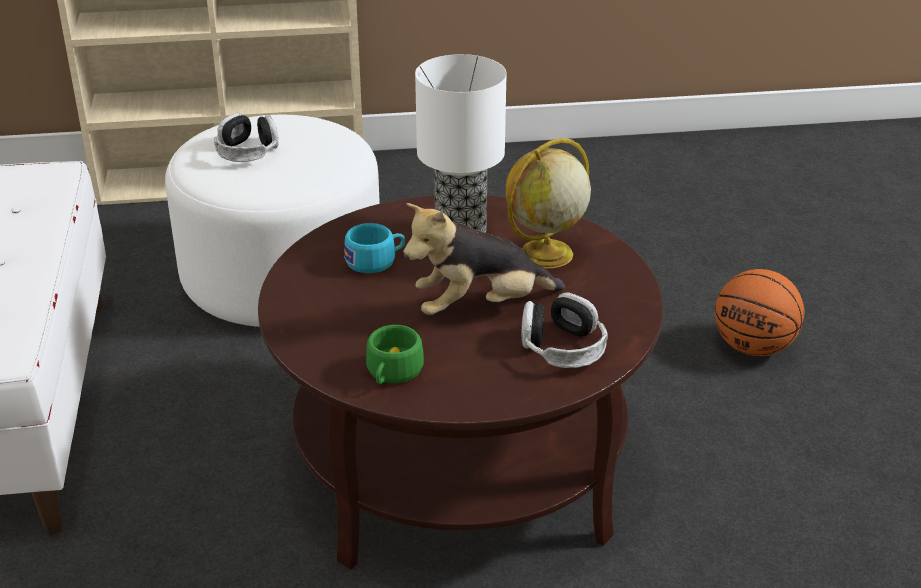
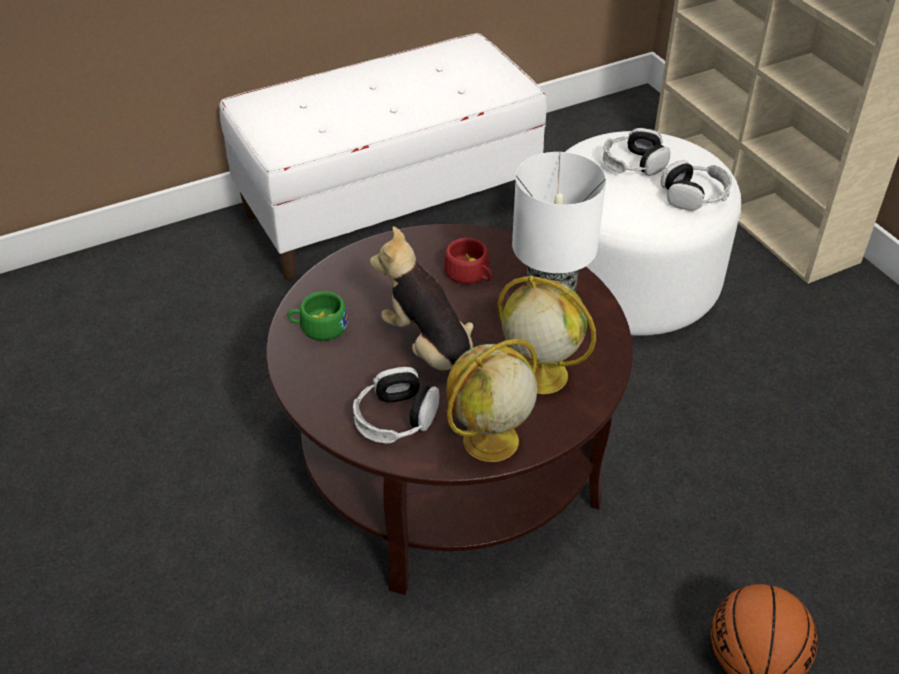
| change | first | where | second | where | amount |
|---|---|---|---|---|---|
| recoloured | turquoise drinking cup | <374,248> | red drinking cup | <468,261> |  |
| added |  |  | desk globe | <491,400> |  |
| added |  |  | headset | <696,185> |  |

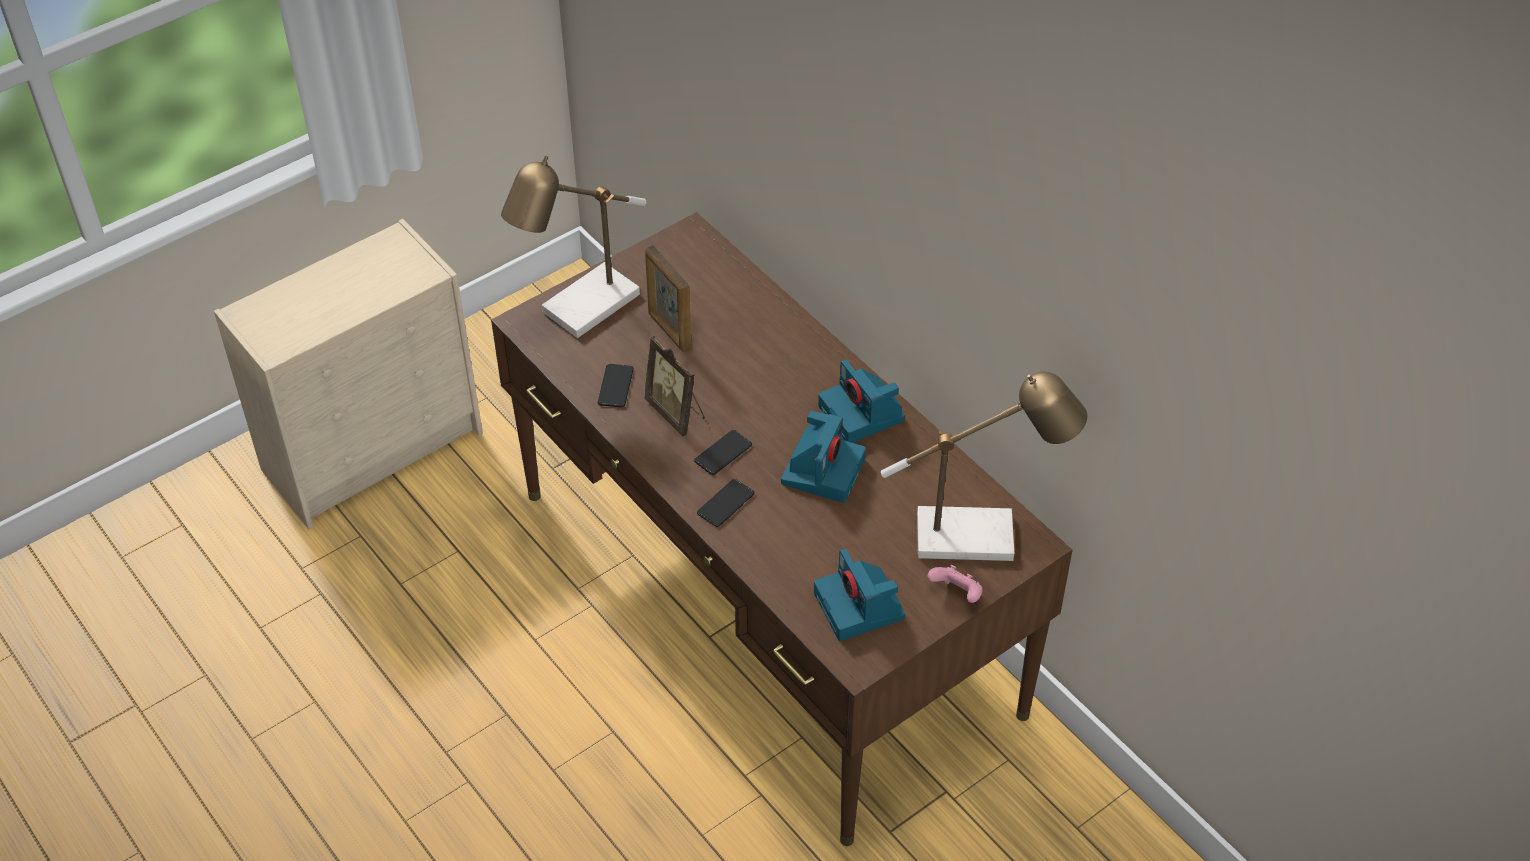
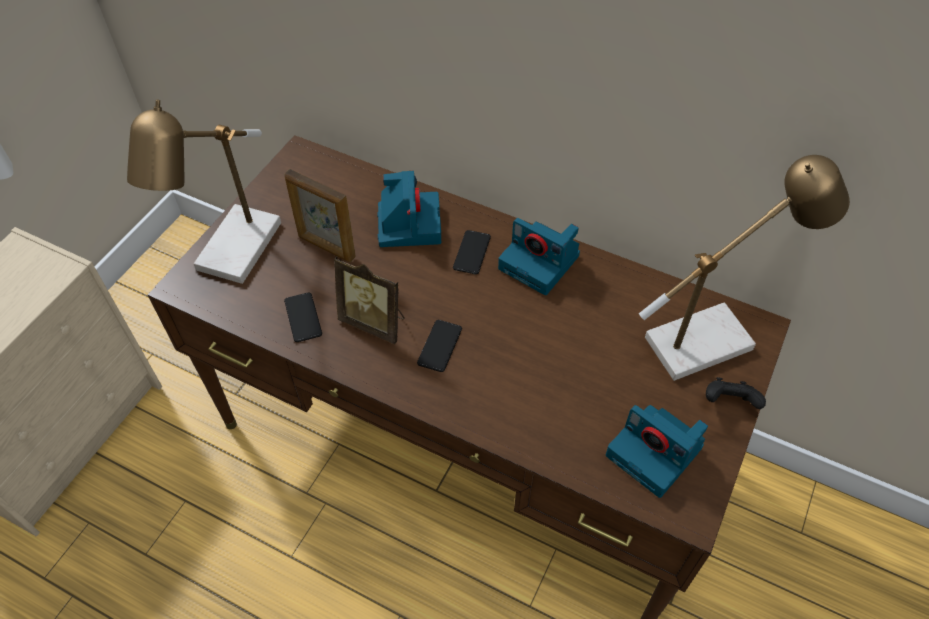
| change | first | where | second | where | amount |
|---|---|---|---|---|---|
| moved | photo camera | <823,457> |  | <409,209> |  |
| moved | phone | <726,503> |  | <472,252> |  |
| recoloured | pinkish game controller | <954,584> | black-coloured game controller | <736,393> |  |

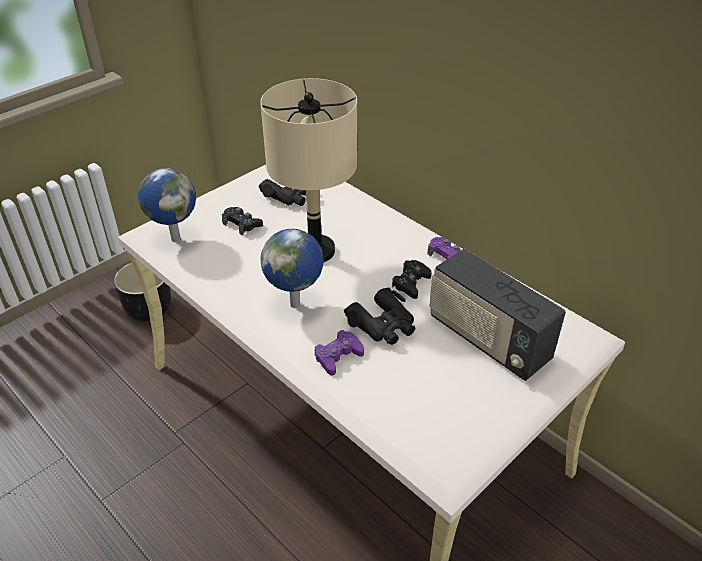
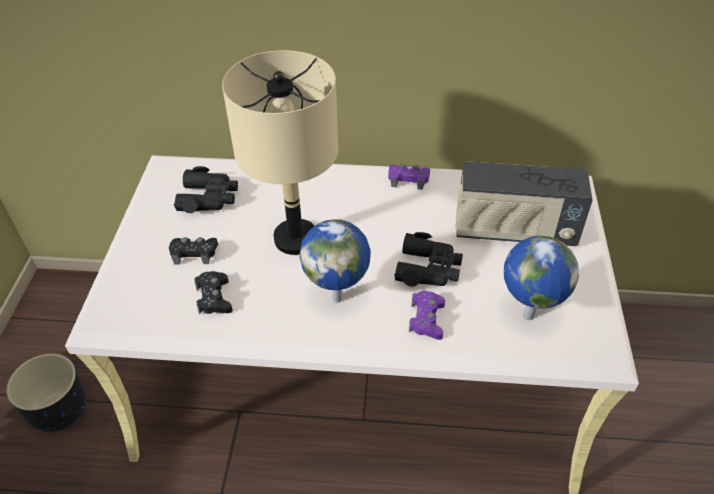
| change | first | where | second | where | amount |
|---|---|---|---|---|---|
| moved | black-coloured game controller | <412,279> |  | <213,292> |  |
| moved | desk globe | <167,205> |  | <541,277> |  |

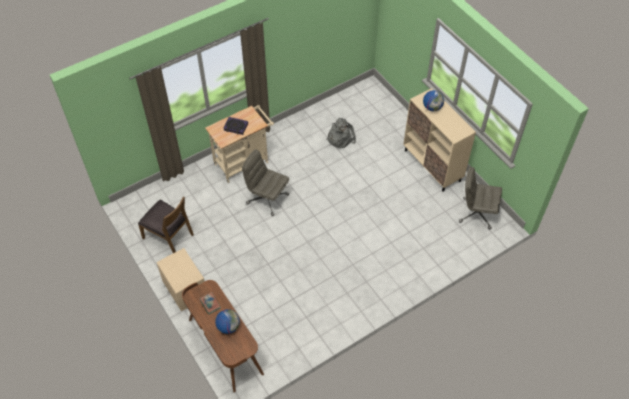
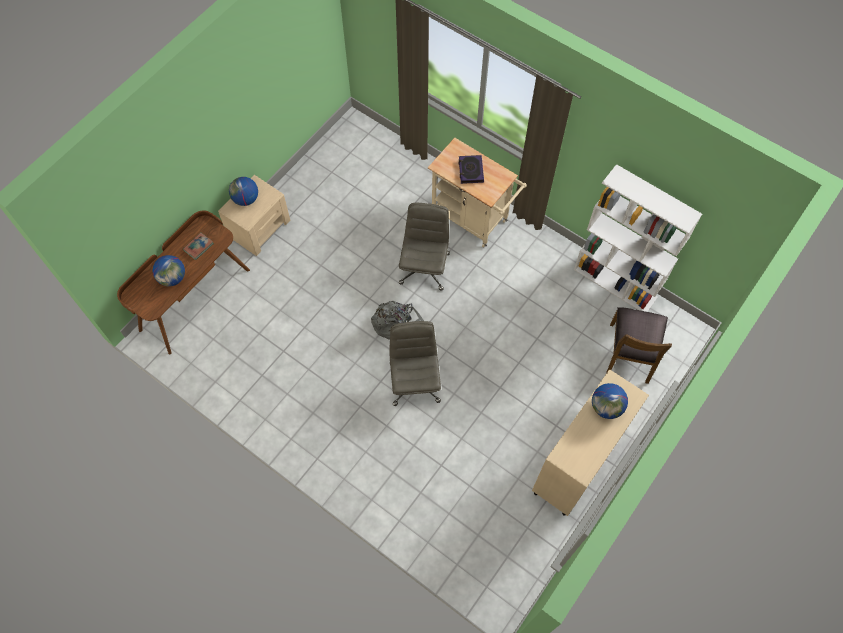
| change | first | where | second | where | amount |
|---|---|---|---|---|---|
| added |  |  | desk globe | <243,191> |  |
| moved | gray backpack | <341,133> |  | <397,320> |  |
| moved | gray desk chair | <480,197> |  | <415,363> |  |
| added |  |  | white-coloured bookshelf | <638,238> |  |
| moved | brown-coloured plain chair | <166,224> |  | <639,345> |  |

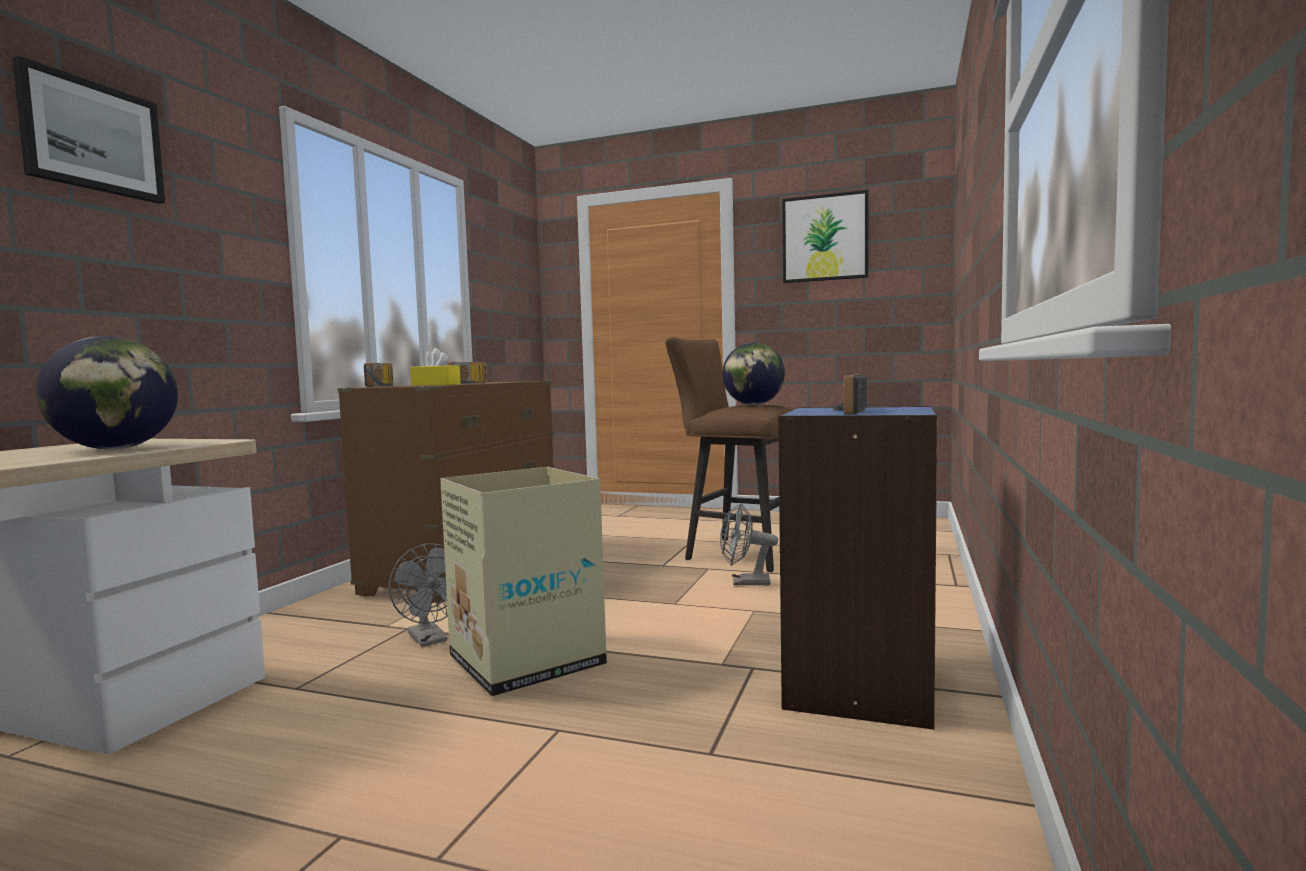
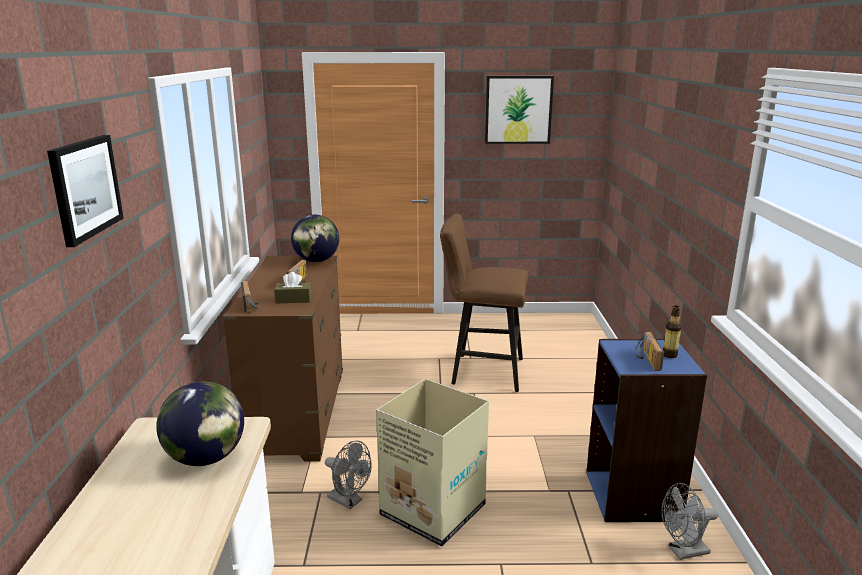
| change | first | where | second | where | amount |
|---|---|---|---|---|---|
| recoloured | yellowish tissue box | <435,367> | brown-coloured tissue box | <292,287> |  |
| moved | desk globe | <753,374> |  | <315,238> |  |
| moved | gray cooling fan | <749,544> |  | <689,521> |  |
| added |  |  | drink bottle | <672,332> |  |

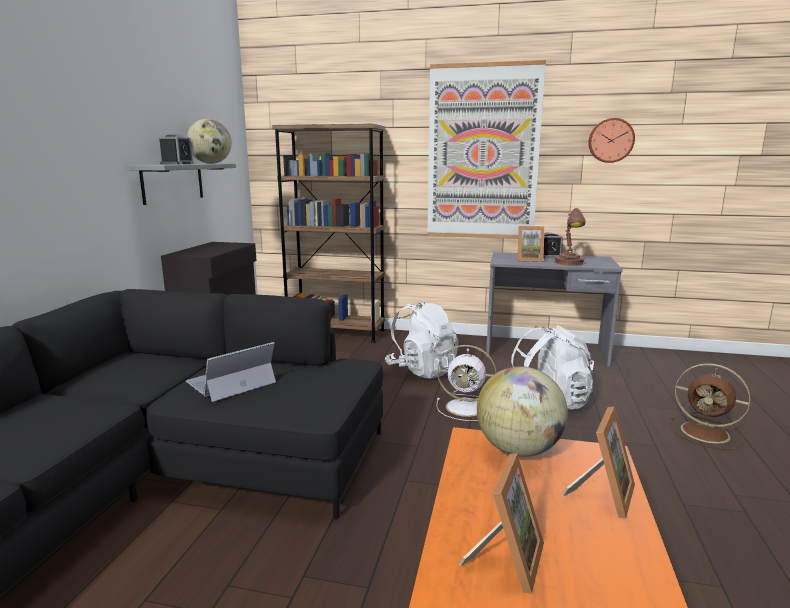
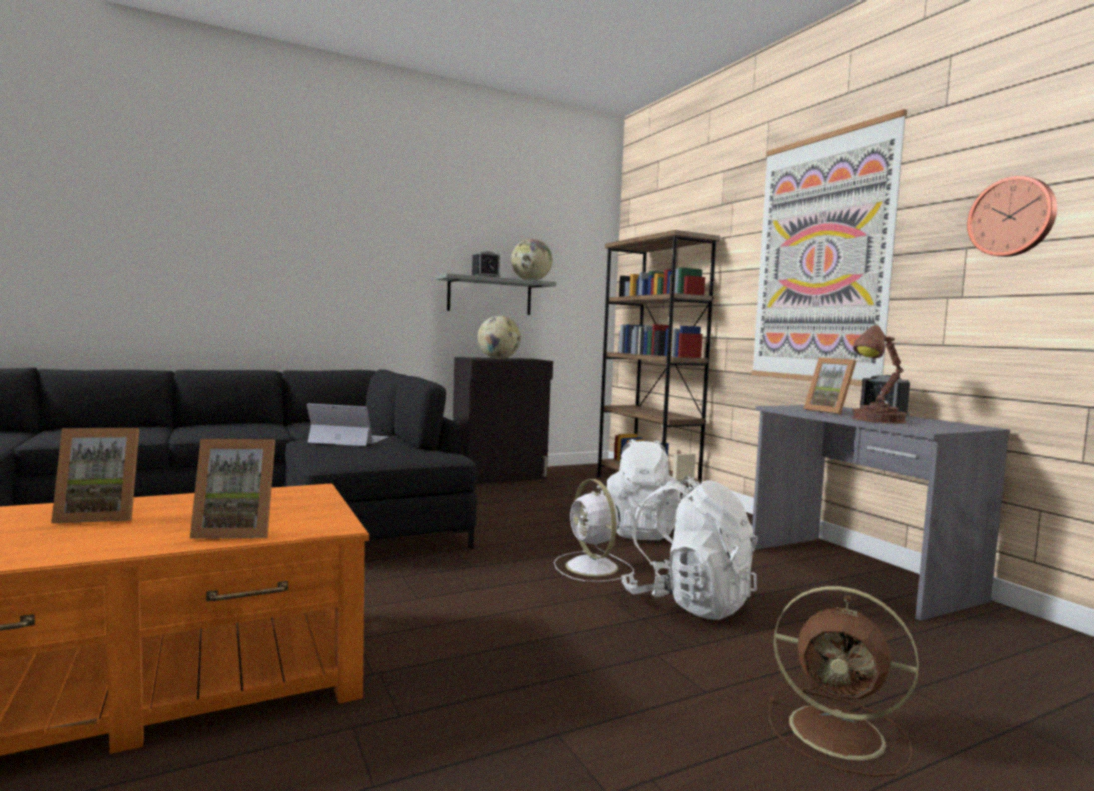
| change | first | where | second | where | amount |
|---|---|---|---|---|---|
| moved | desk globe | <522,411> |  | <499,337> |  |
| turned | brown-coloured cooling fan | <710,406> |  | <843,681> | 60 degrees counterclockwise |

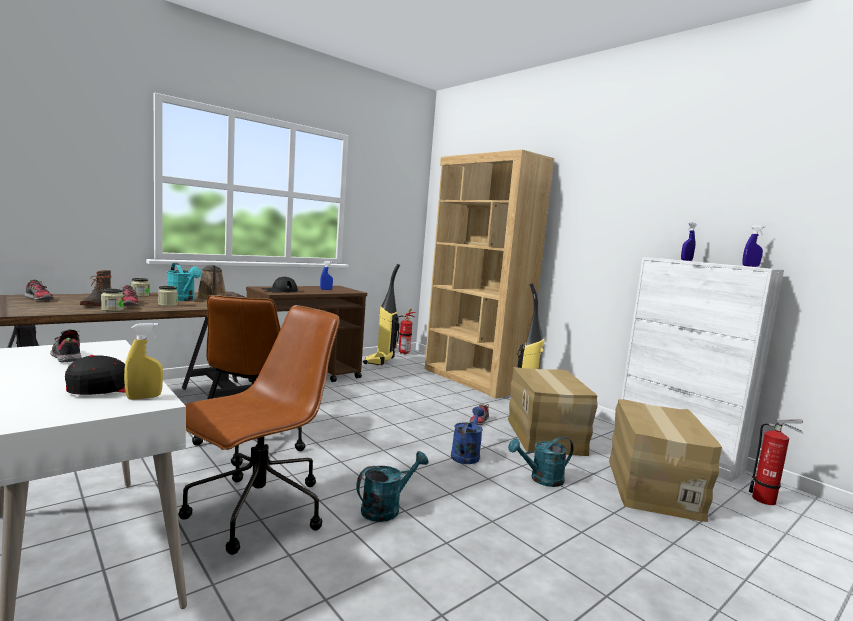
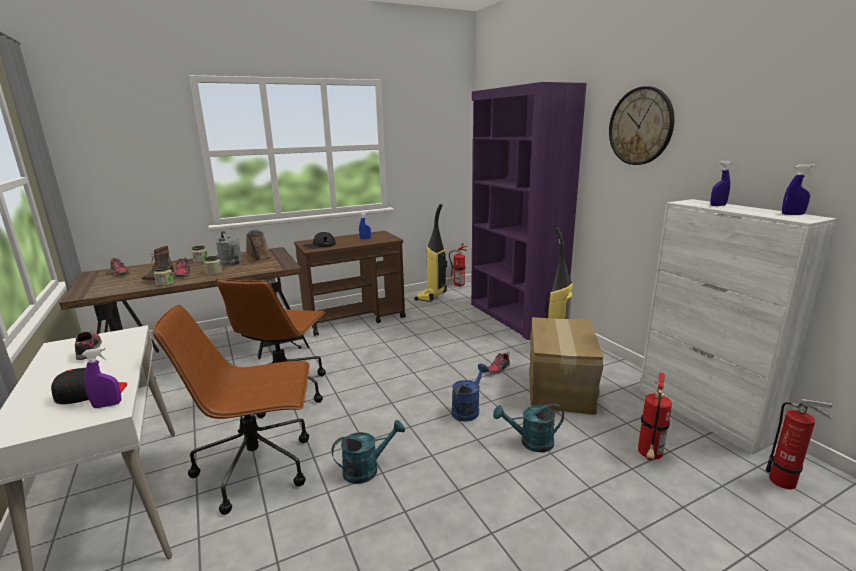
| change | first | where | second | where | amount |
|---|---|---|---|---|---|
| recoloured | yellowish hand sprayer | <143,361> | purplish hand sprayer | <101,378> |  |
| turned | brown-coloured desk chair | <259,430> |  | <231,410> | 150 degrees counterclockwise |
| recoloured | turquoise watering can | <184,282> | gray watering can | <229,248> |  |
| recoloured | brown-coloured bookshelf | <489,274> | purplish bookshelf | <529,211> |  |
| added |  |  | hanging clock | <642,125> |  |
| replaced | cardboard box | <665,460> | fire-fighting cylinder | <655,416> |  |

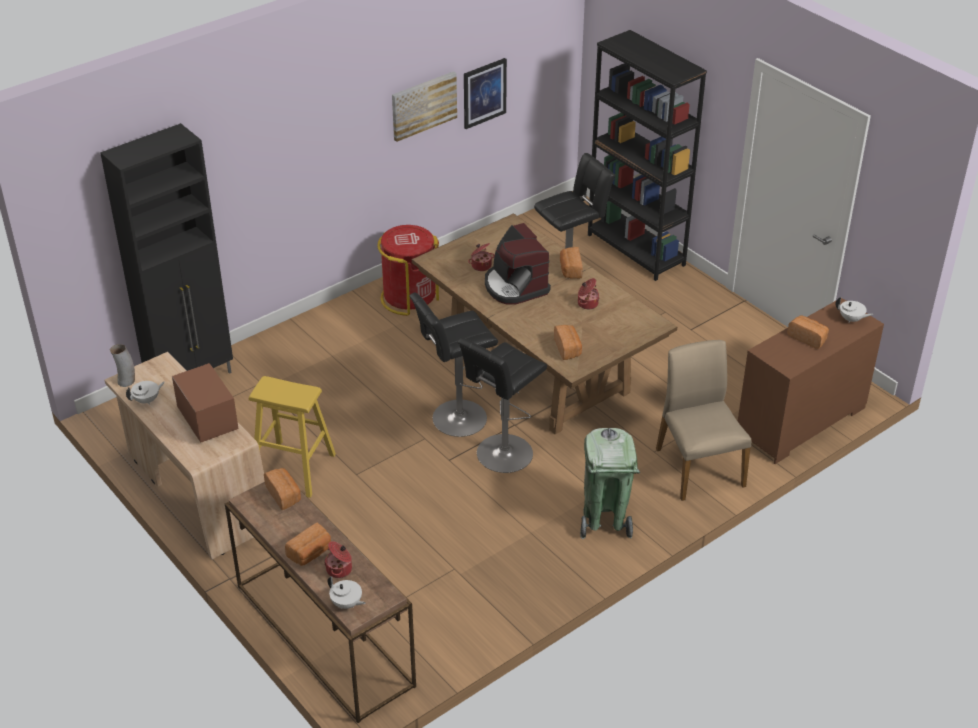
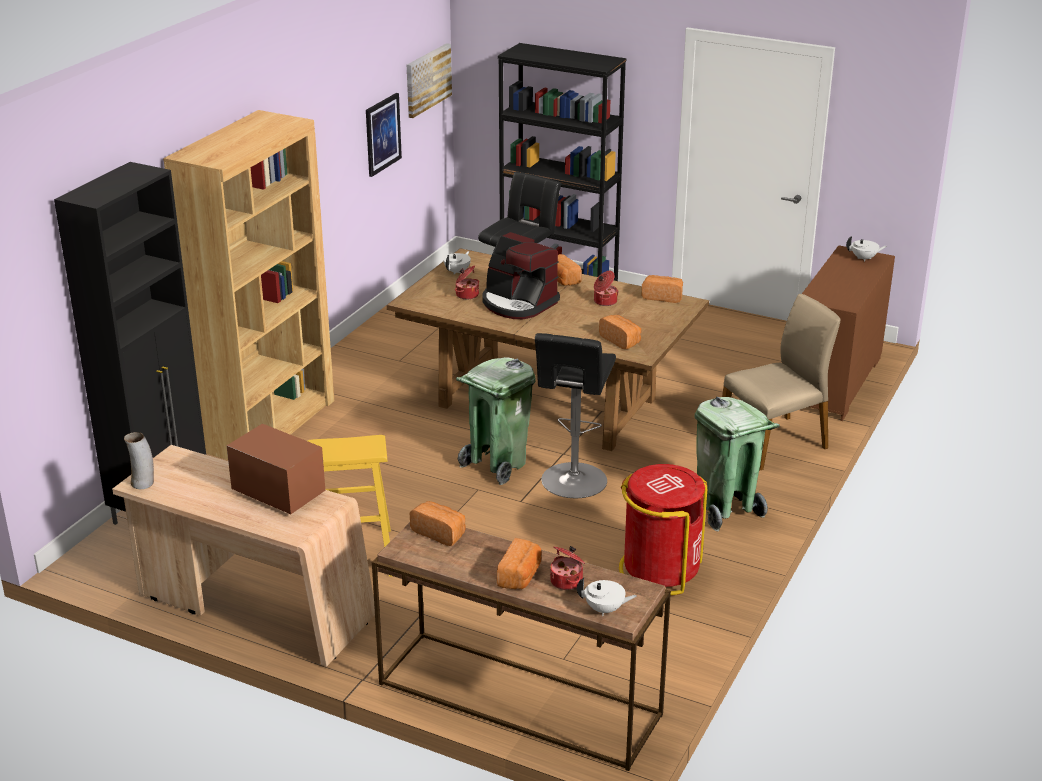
| change | first | where | second | where | amount |
|---|---|---|---|---|---|
| added |  |  | brown-coloured bookshelf | <248,285> |  |
| moved | wall picture | <424,106> |  | <429,80> |  |
| moved | white-coloured teapot | <145,393> |  | <457,262> |  |
| replaced | black-coloured sitting stool | <454,364> | greenish trash can | <496,421> |  |
| moved | red trash can | <408,270> |  | <663,530> |  |
| moved | bread | <808,332> |  | <662,289> |  |
| turned | beige-coloured plain chair | <704,420> |  | <781,382> | 105 degrees clockwise |

